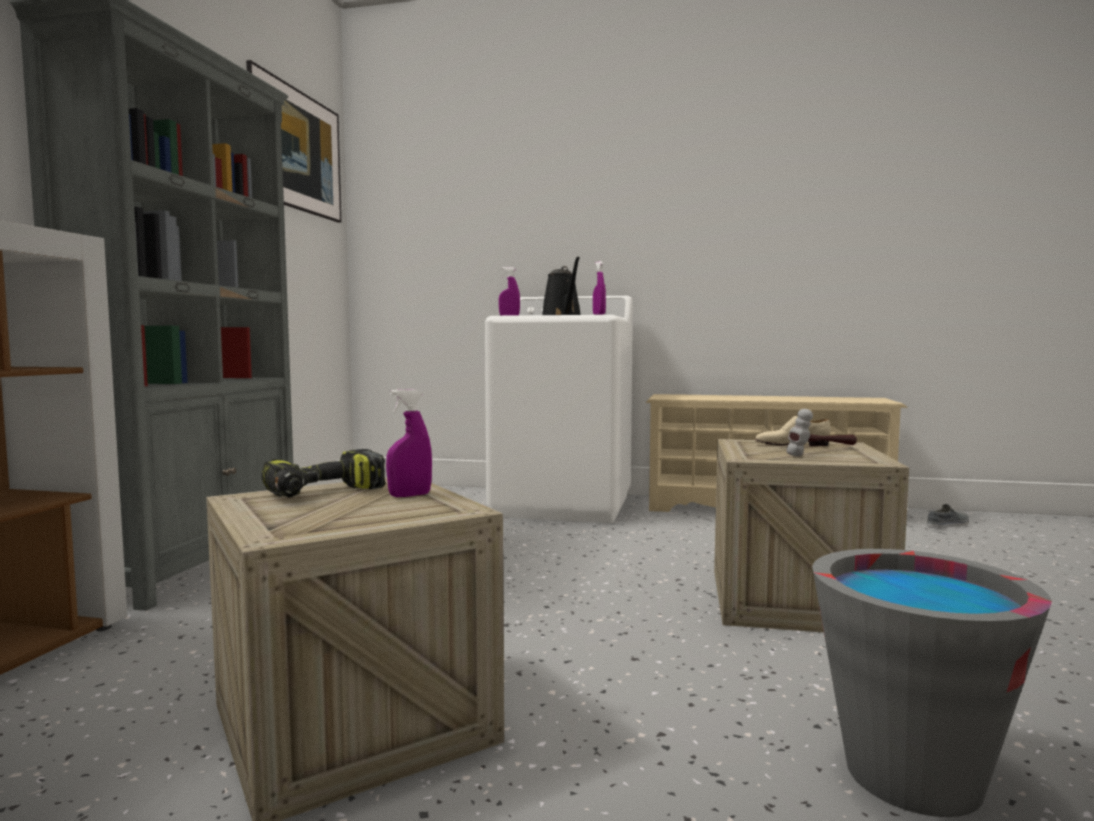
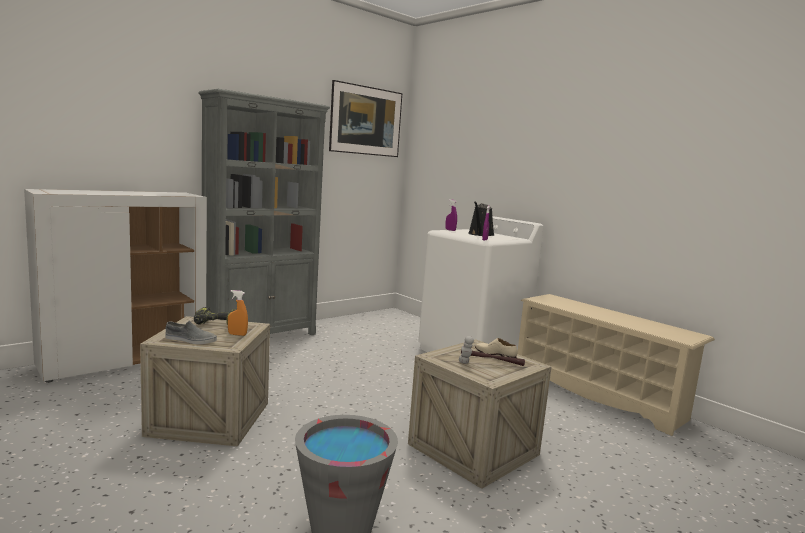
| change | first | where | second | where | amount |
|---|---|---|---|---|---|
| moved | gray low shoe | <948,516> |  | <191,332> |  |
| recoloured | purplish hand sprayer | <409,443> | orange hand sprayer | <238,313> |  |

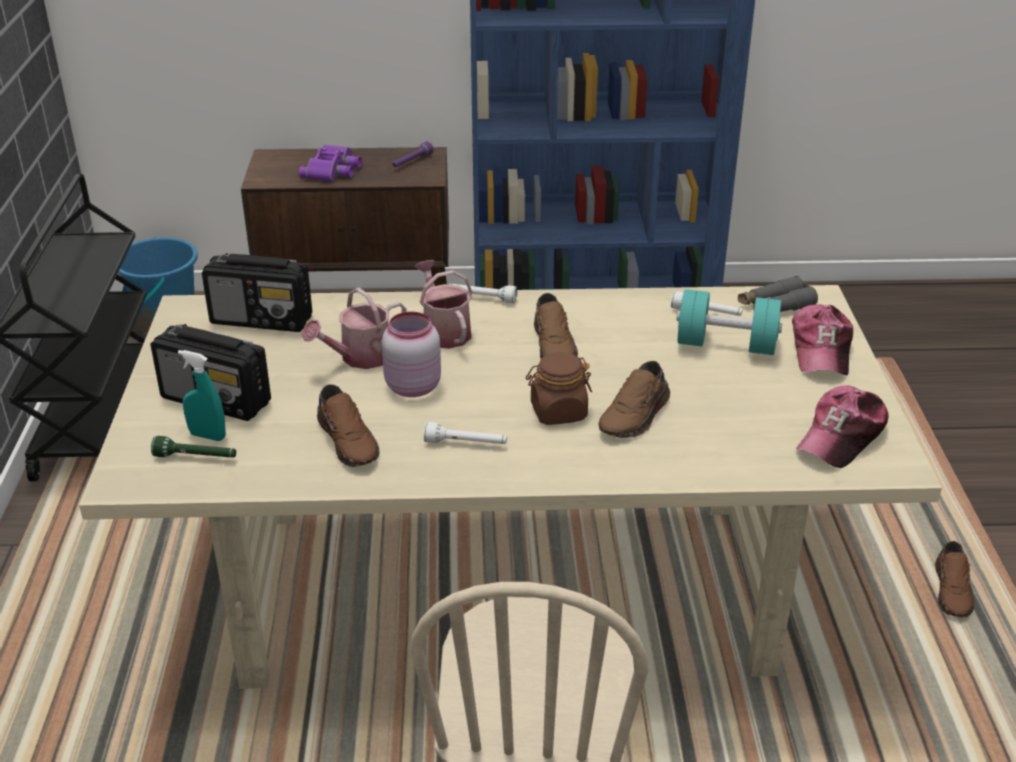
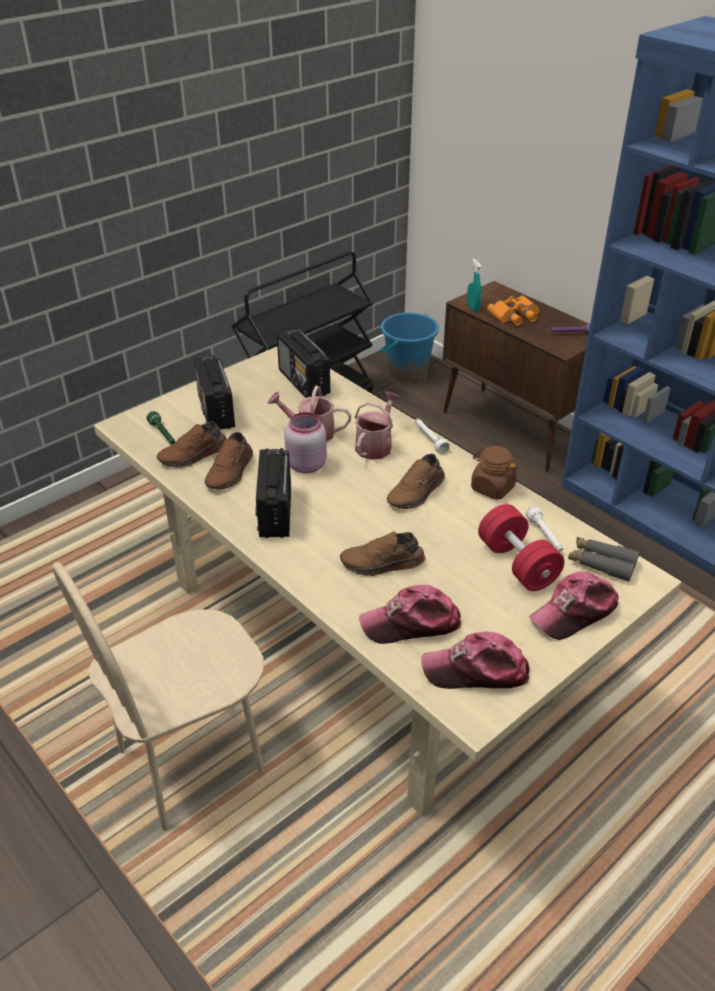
| change | first | where | second | where | amount |
|---|---|---|---|---|---|
| moved | brown-coloured low shoe | <955,579> |  | <191,444> |  |
| replaced | white-coloured flashlight | <465,433> | radio | <273,493> |  |
| added |  |  | peaked cap | <410,614> |  |
| moved | turquoise hand sprayer | <202,395> |  | <474,285> |  |
| moved | brown-coloured storage jar | <559,388> |  | <494,473> |  |
| recoloured | turquoise hand weight | <729,322> | red hand weight | <521,547> |  |
| recoloured | purplish binoculars | <330,163> | orange binoculars | <513,310> |  |

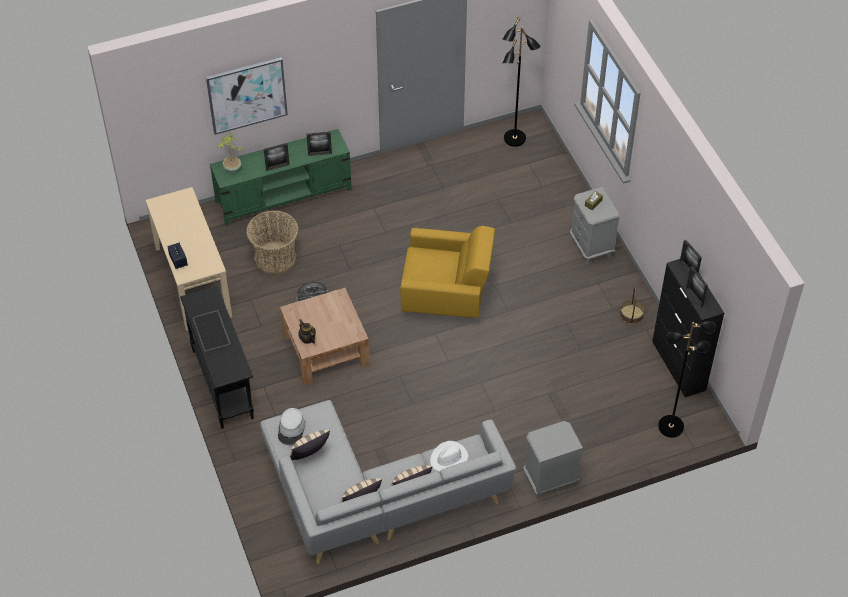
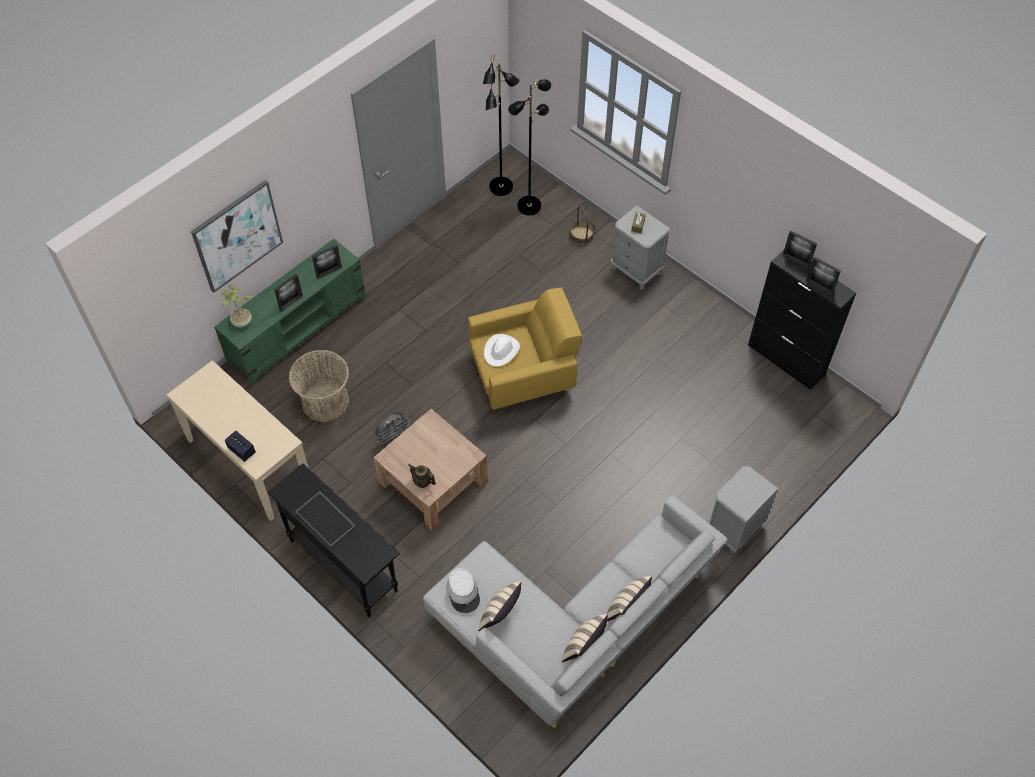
| change | first | where | second | where | amount |
|---|---|---|---|---|---|
| moved | white-coloured clothing hat | <449,456> |  | <502,350> |  |
| moved | black-coloured floor lamp | <687,379> |  | <529,147> |  |
| moved | basket | <632,305> |  | <582,225> |  |

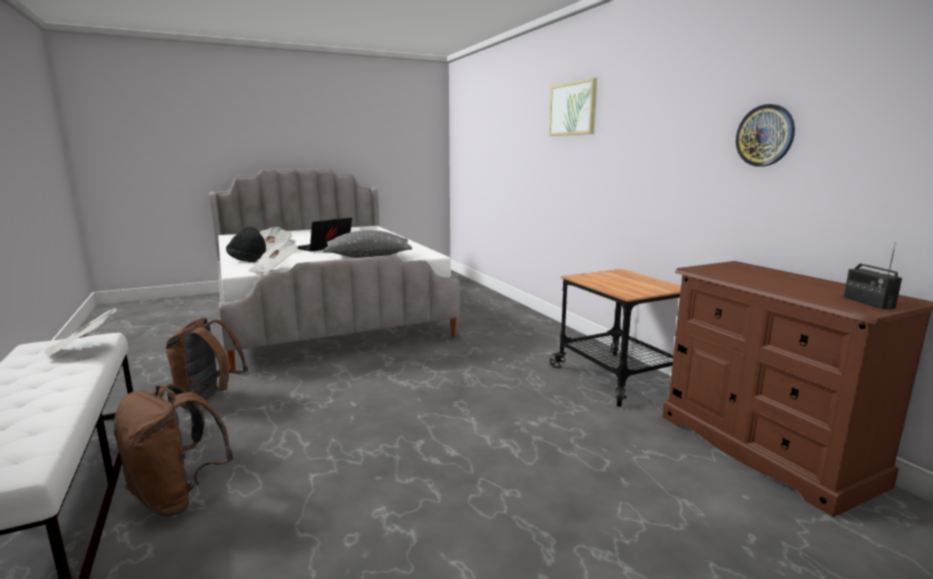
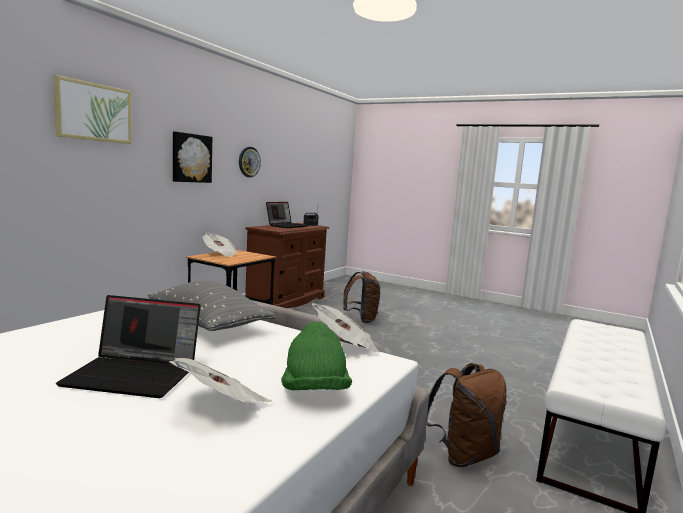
| change | first | where | second | where | amount |
|---|---|---|---|---|---|
| added |  |  | wall picture | <192,157> |  |
| moved | newspaper | <80,333> |  | <220,245> |  |
| added |  |  | notebook computer | <287,215> |  |
| recoloured | black-coloured clothing hat | <246,244> | greenish clothing hat | <316,355> |  |
| moved | brown-coloured backpack | <173,450> |  | <361,297> |  |

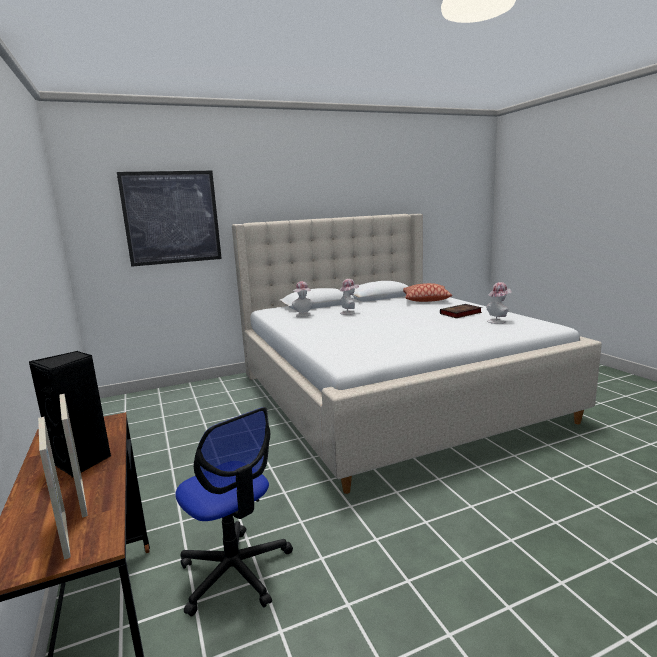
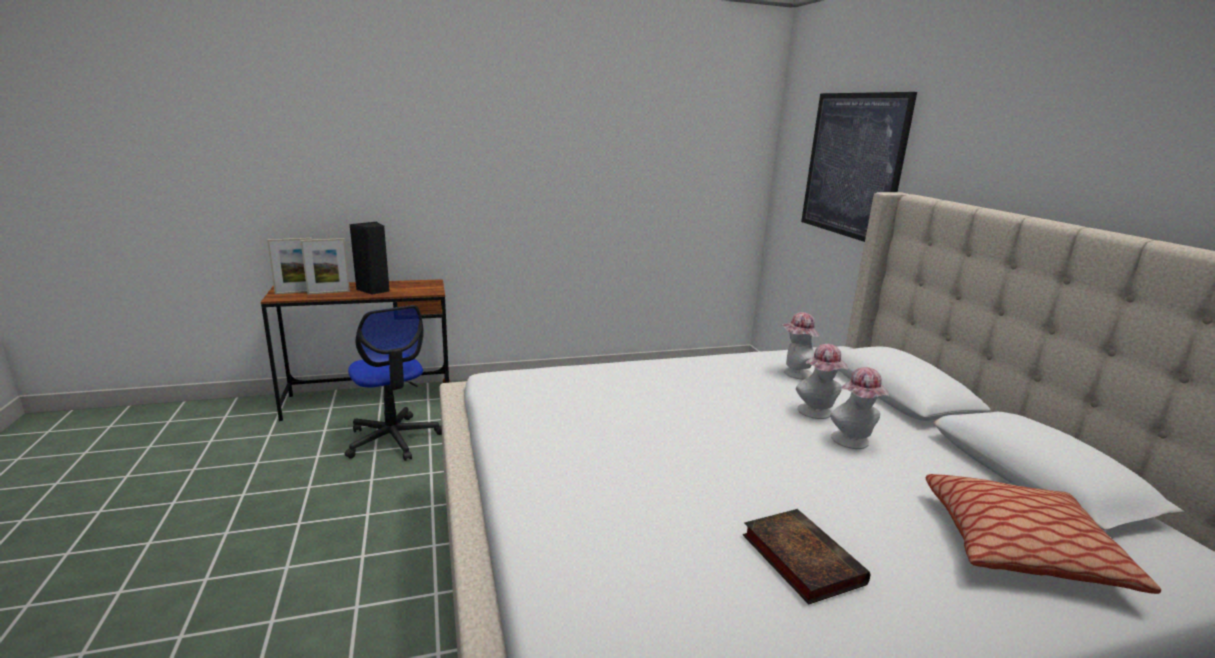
| change | first | where | second | where | amount |
|---|---|---|---|---|---|
| turned | desk chair | <234,512> |  | <393,383> | 90 degrees counterclockwise |
| moved | clothing hat | <499,303> |  | <859,408> |  |

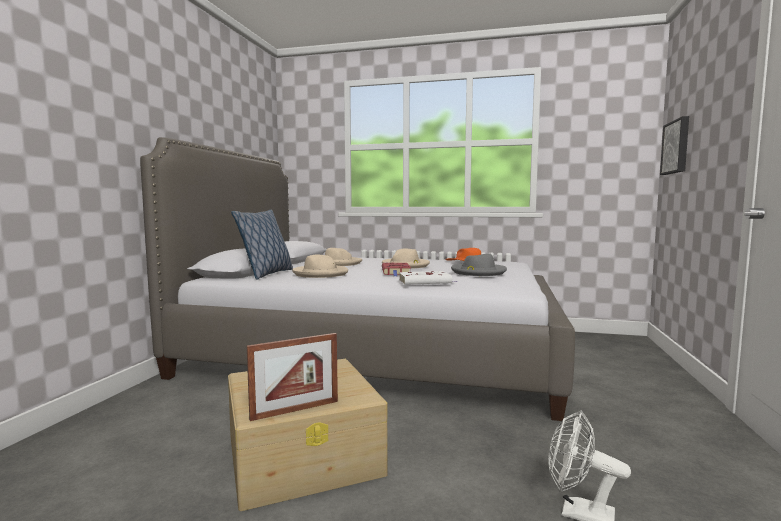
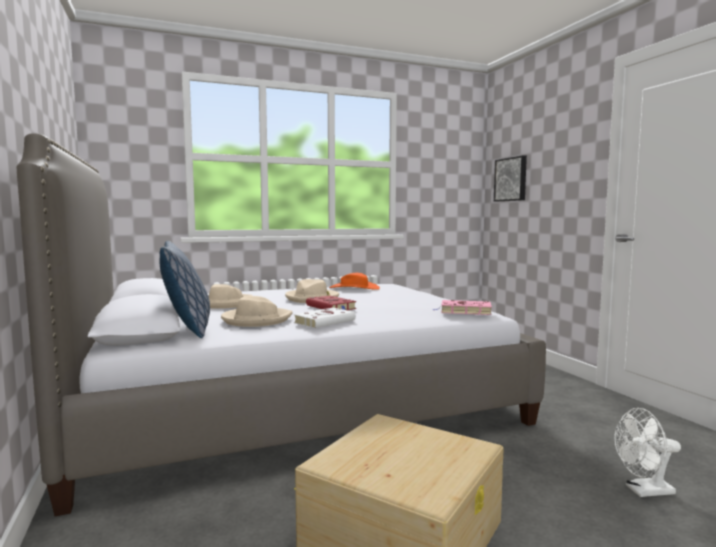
| change | first | where | second | where | amount |
|---|---|---|---|---|---|
| moved | white-coloured bound book | <428,278> |  | <325,318> |  |
| added |  |  | pinkish bound book | <462,307> |  |
| removed | picture frame | <292,377> |  |  |  |
| removed | gray clothing hat | <479,264> |  |  |  |

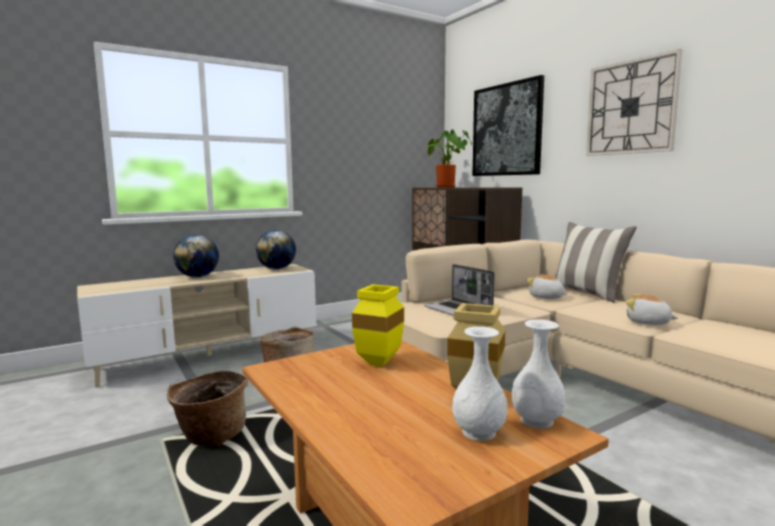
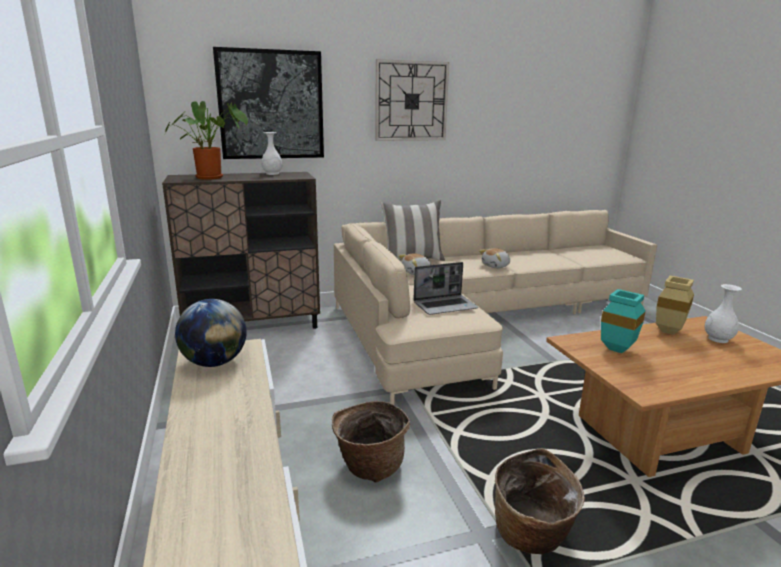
| change | first | where | second | where | amount |
|---|---|---|---|---|---|
| moved | white-coloured flower vase | <539,374> |  | <271,153> |  |
| recoloured | yellowish flower vase | <378,325> | turquoise flower vase | <623,321> |  |
| removed | desk globe | <196,256> |  |  |  |

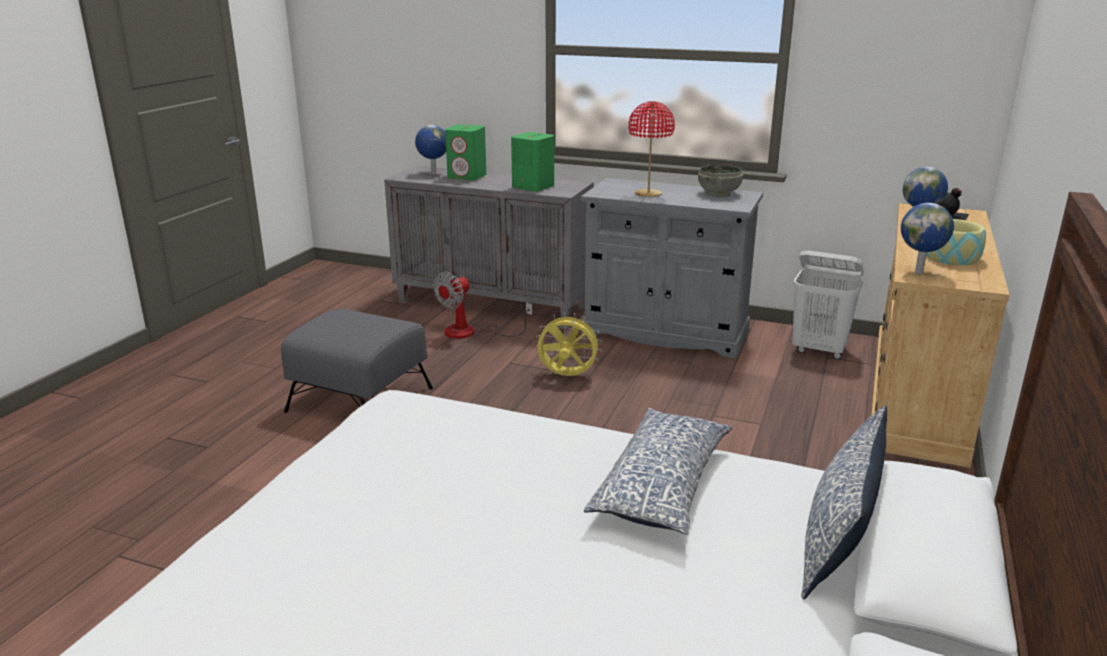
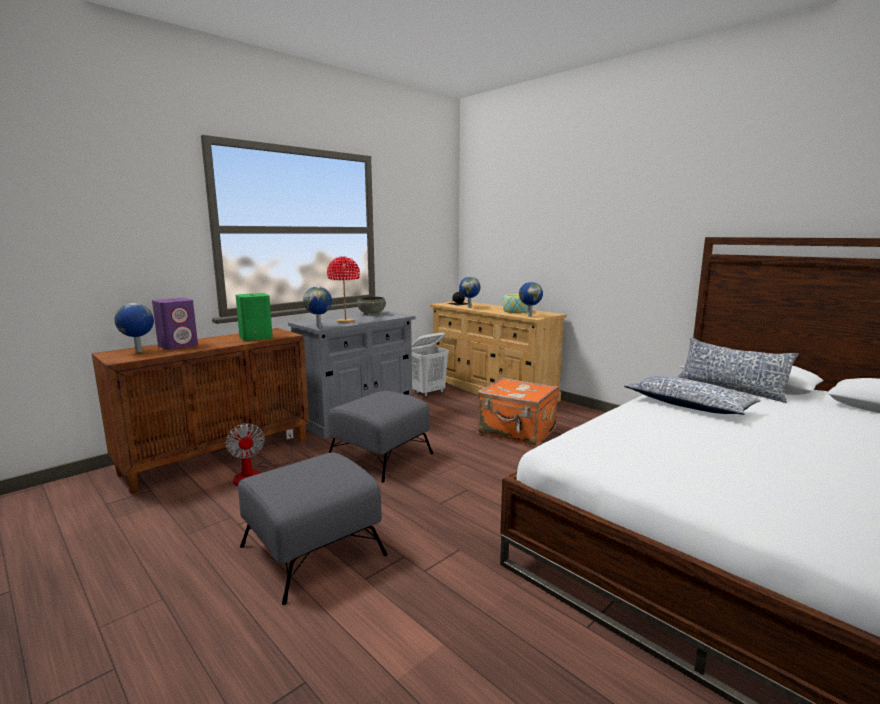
| change | first | where | second | where | amount |
|---|---|---|---|---|---|
| recoloured | gray cabinet | <489,247> | brown-coloured cabinet | <200,411> |  |
| recoloured | greenish loudspeaker | <465,152> | purplish loudspeaker | <175,324> |  |
| added |  |  | desk globe | <317,307> |  |
| replaced | yellowish cooling fan | <569,344> | gray ottoman | <380,437> |  |
| added |  |  | orange suitcase | <518,412> |  |

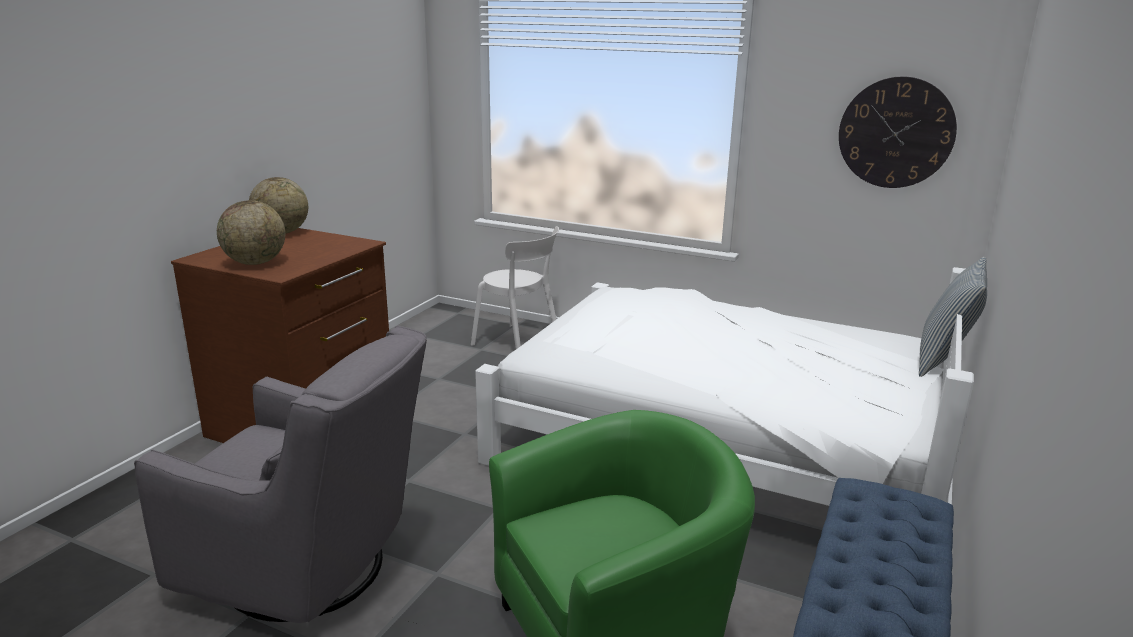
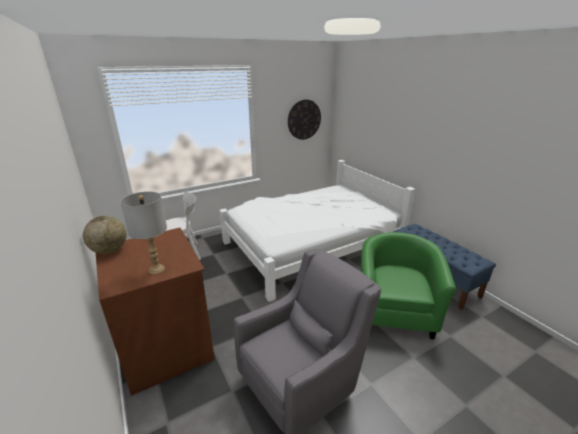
| change | first | where | second | where | amount |
|---|---|---|---|---|---|
| replaced | desk globe | <251,232> | gray table lamp | <143,233> |  |
| removed | throw pillow | <953,317> |  |  |  |

